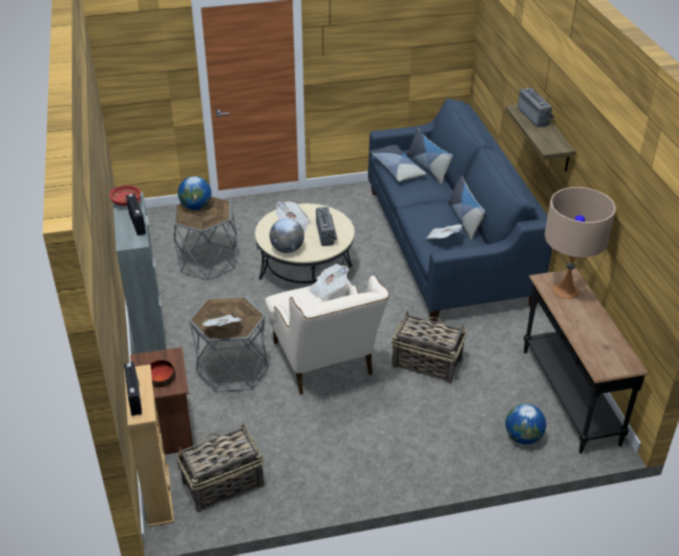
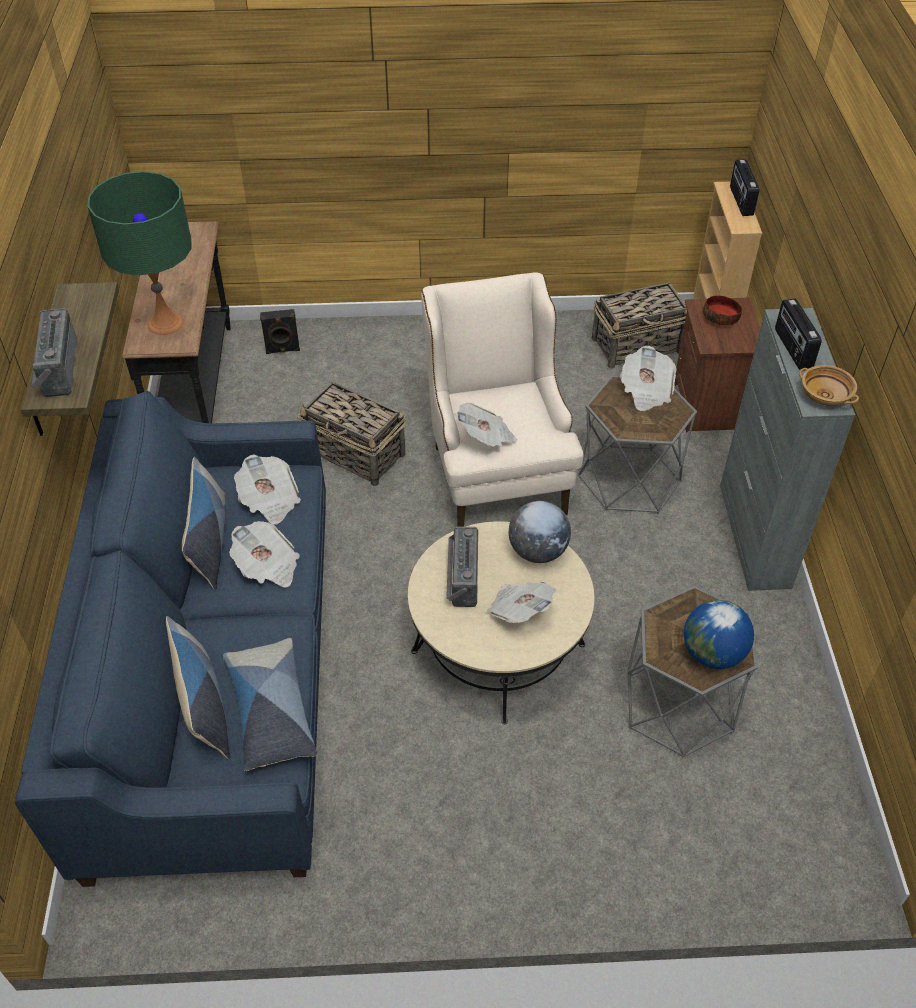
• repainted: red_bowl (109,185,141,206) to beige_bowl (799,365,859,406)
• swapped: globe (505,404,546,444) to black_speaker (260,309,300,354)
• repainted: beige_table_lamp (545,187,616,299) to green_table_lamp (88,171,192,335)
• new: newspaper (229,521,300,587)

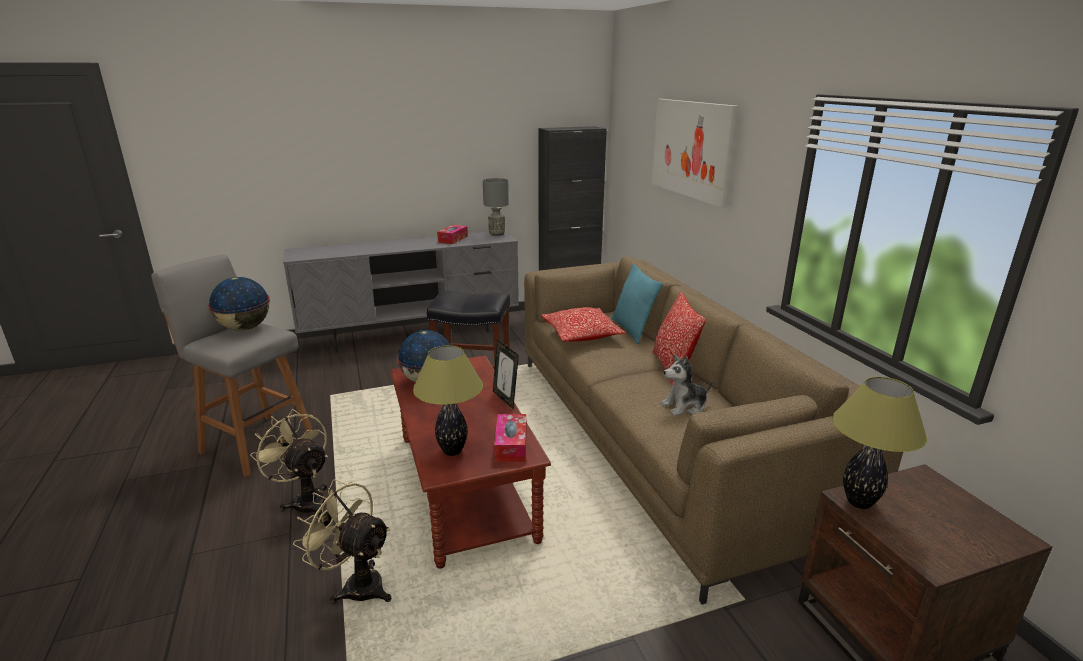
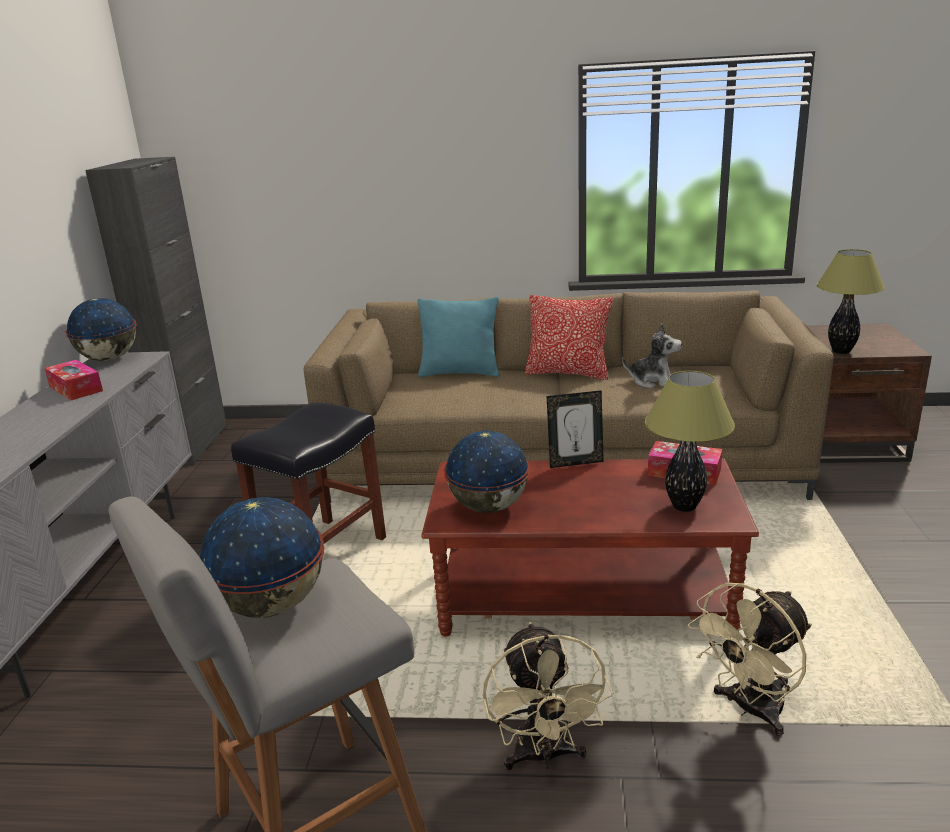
• rotated: beige_fan (250,409,328,515) = (483,622,613,770) 75 degrees counterclockwise
• swapped: grey_table_lamp (483,178,509,236) to globe (66,298,137,361)
• gone: pillow (541,307,626,342)
• gone: picture (651,99,738,208)
• rotated: plush_toy (661,354,713,416) = (622,324,682,388) 75 degrees counterclockwise

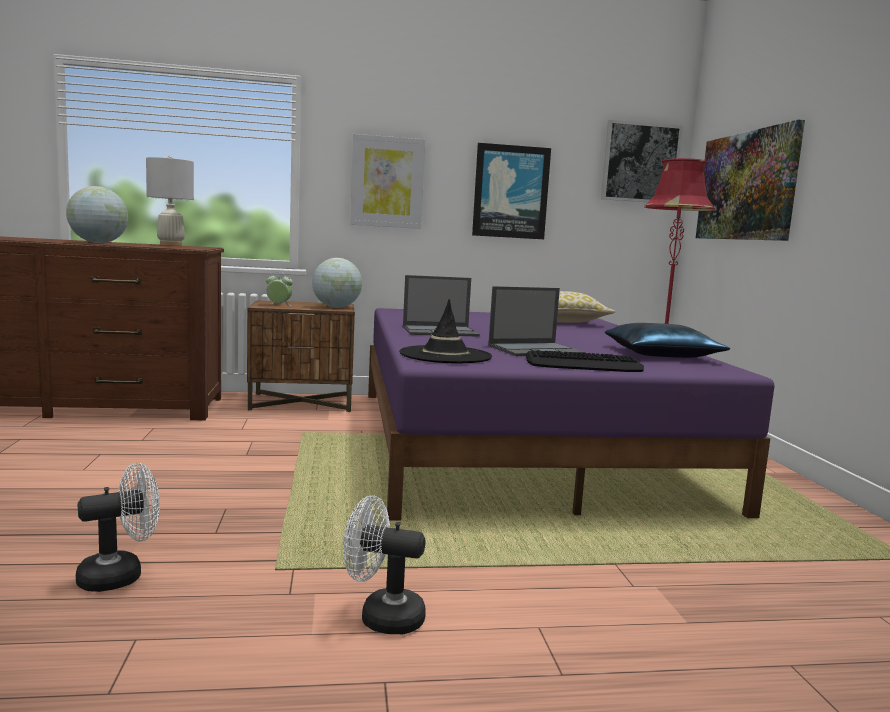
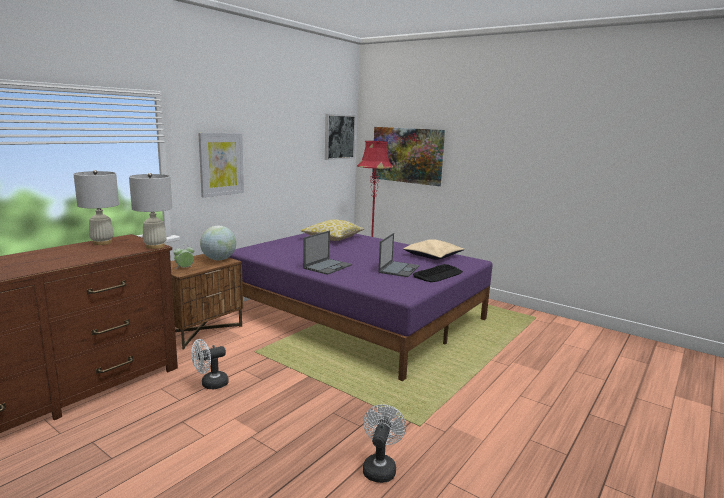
• gone: globe (66,186,128,243)
• shifted: white_fan (343,495,426,634) to (191,339,229,389)
• gone: black_hat (399,299,492,364)
• gone: picture (472,143,551,239)
• repainted: blue_pillow (605,323,730,358) to beige_pillow (403,239,465,260)
• new: white_table_lamp (129,173,172,249)

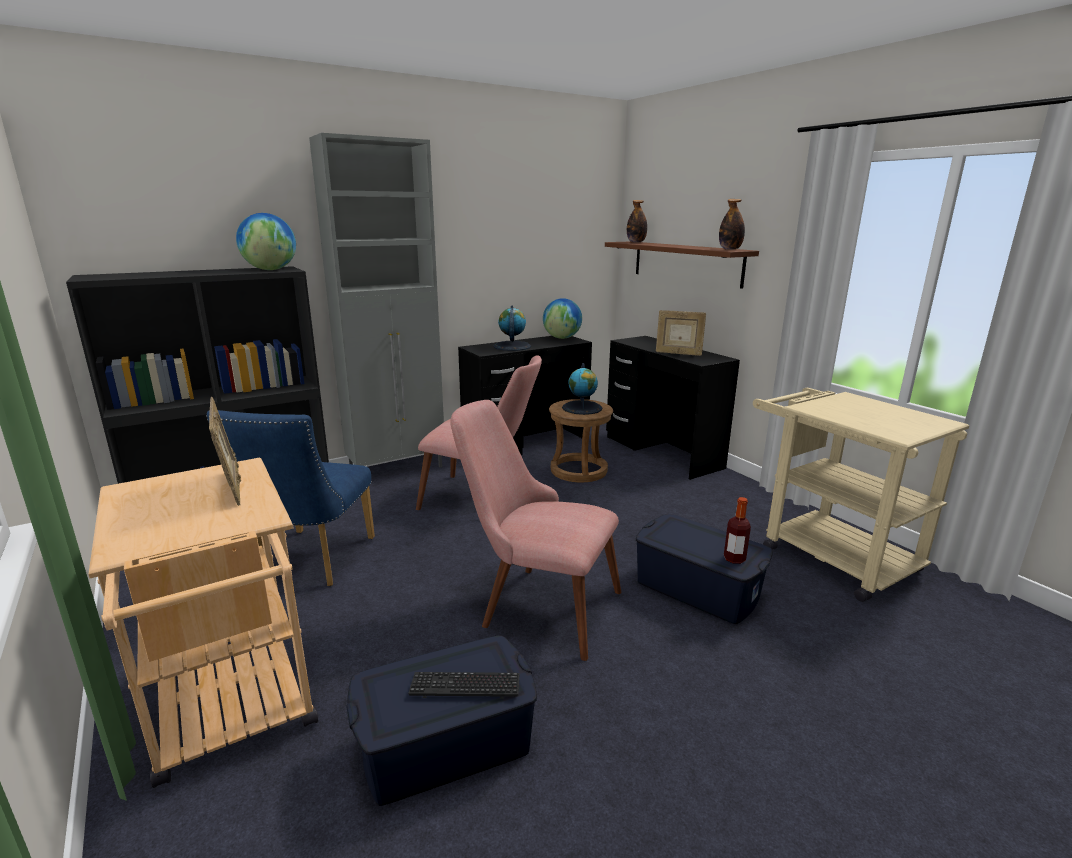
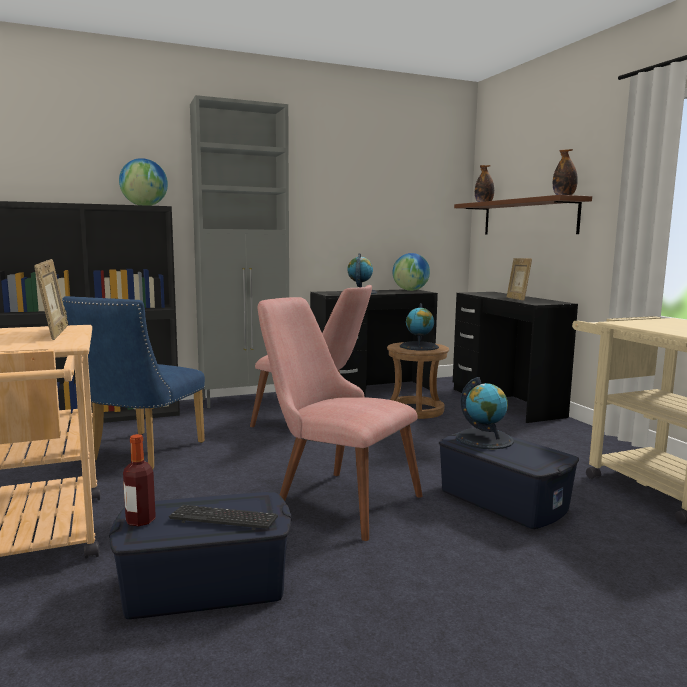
• rotated: picture_frame (656,310,706,356) = (507,258,532,300) 45 degrees clockwise
• shifted: bottle (724,497,751,564) to (123,434,156,526)
• new: globe (456,377,514,449)

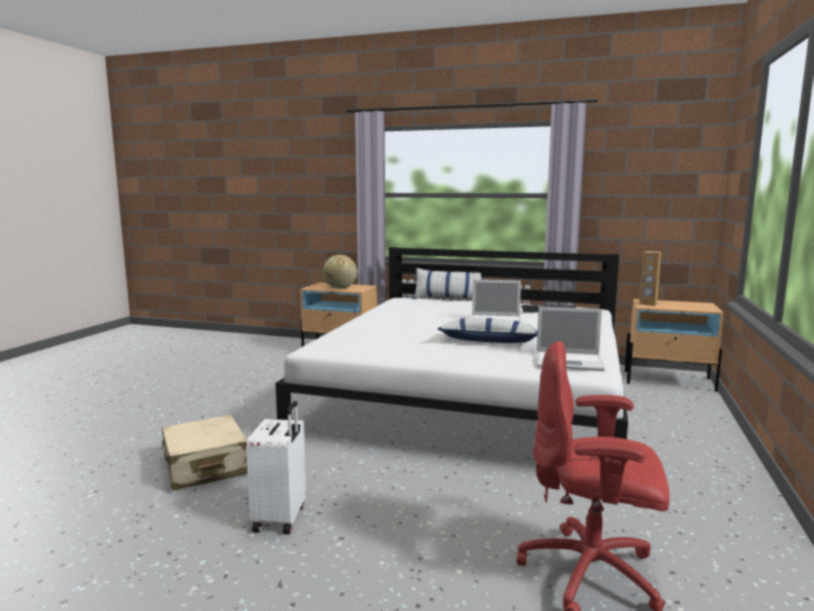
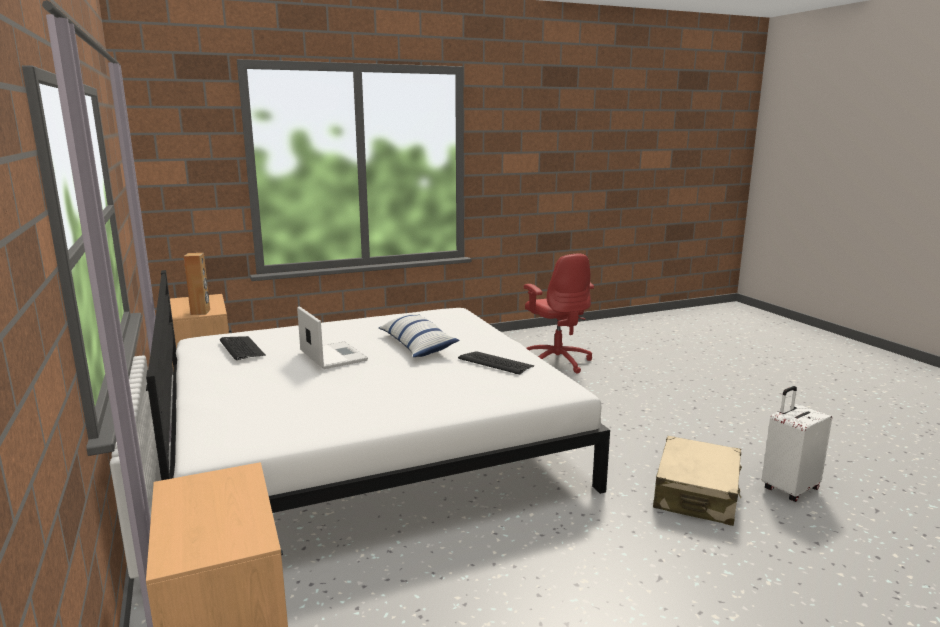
• shifted: white_suitcase (246,401,307,534) to (762,386,832,502)
• gone: globe (323,255,357,289)
• gone: pillow (413,268,483,300)
• gone: laptop (537,307,605,371)
• new: keyboard (458,351,534,374)

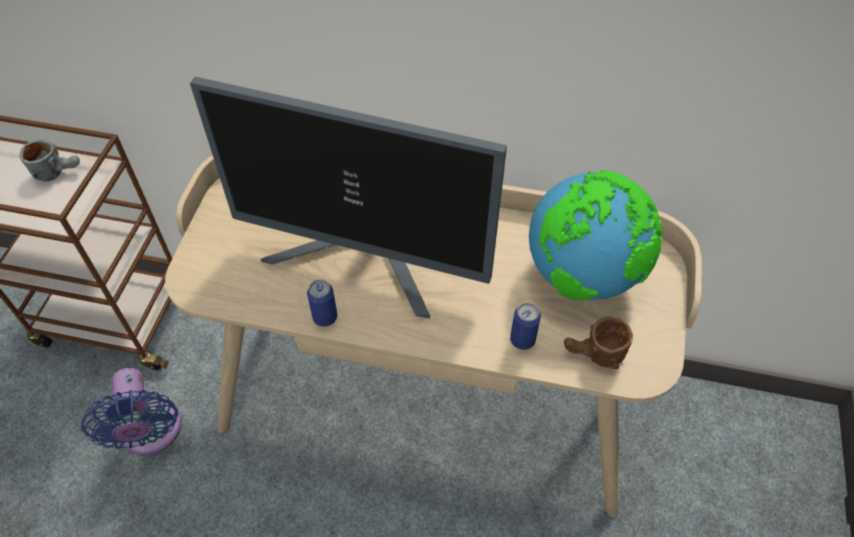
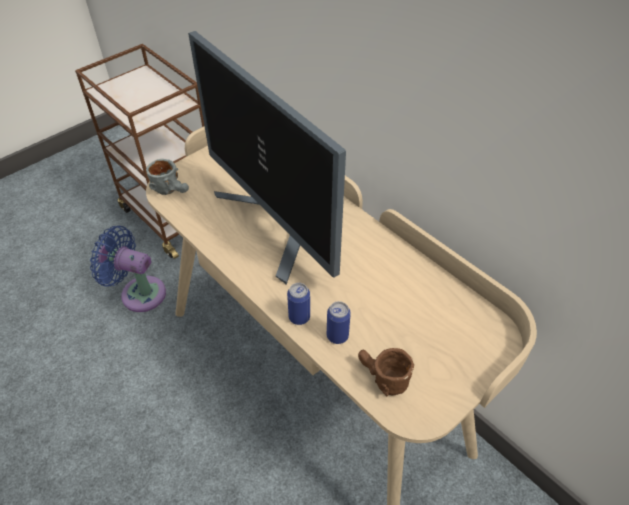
• shifted: grey_mug (19,139,80,181) to (146,159,189,195)
• rotated: blue_fan (81,368,182,456) = (90,226,166,312) 90 degrees clockwise
• shifted: can (307,279,337,326) to (287,283,310,325)
• gone: globe (529,170,662,301)

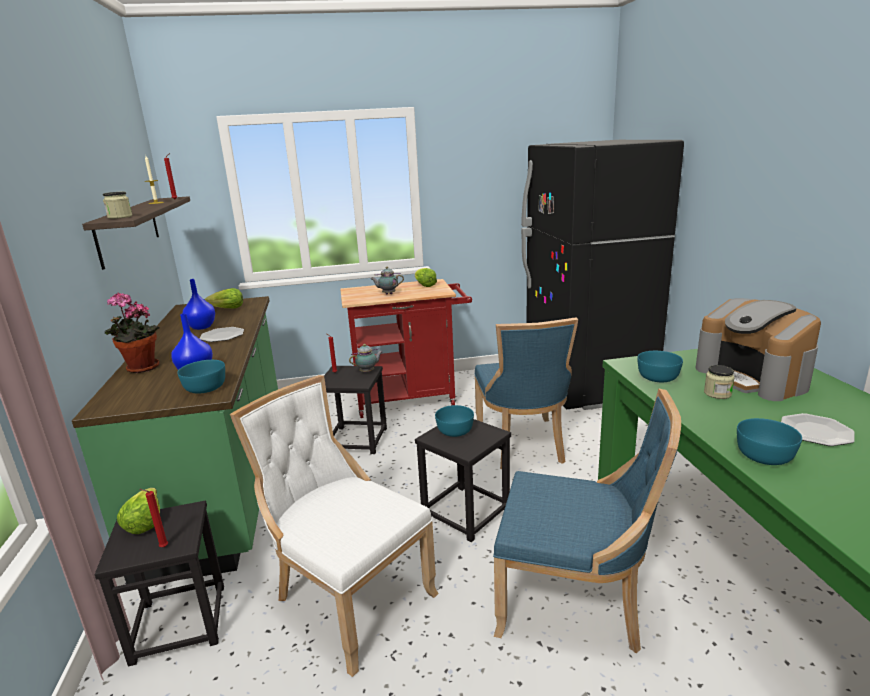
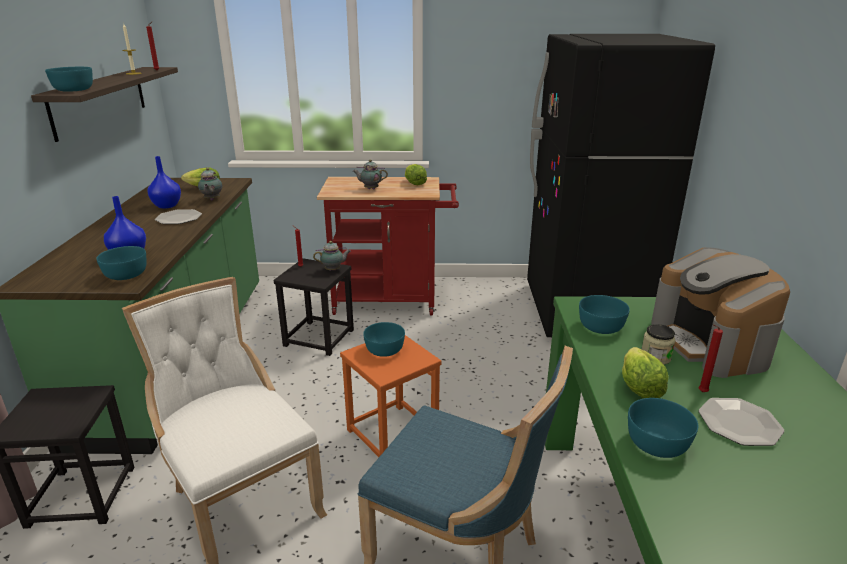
• swapped: jar (103,192,132,219) to turquoise_bowl (45,67,93,92)
• gone: potted_plant (105,292,160,373)
• shifted: lettuce (117,488,160,534) to (622,347,669,398)
• shifted: red_candle (139,489,168,547) to (699,324,723,392)
• repainted: black_stool (415,419,511,542) to orange_stool (340,335,442,457)
• gone: blue_chair (474,317,578,469)
• new: teapot (198,168,222,200)

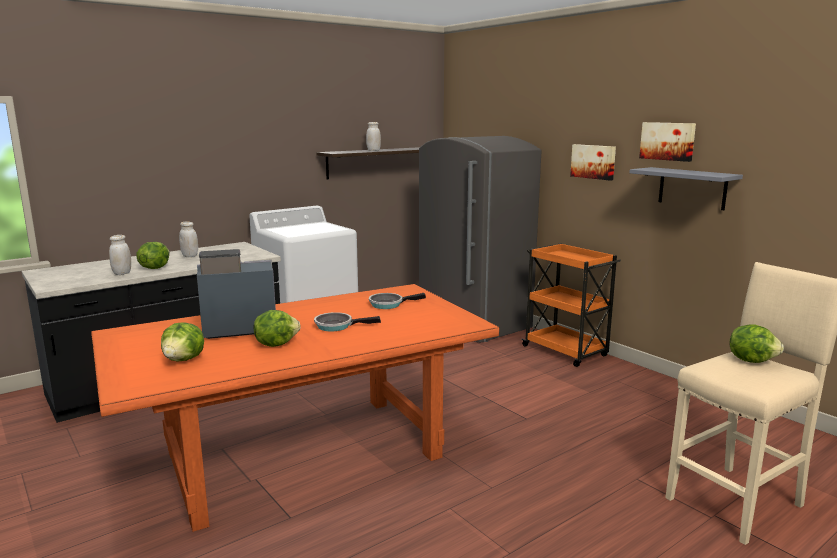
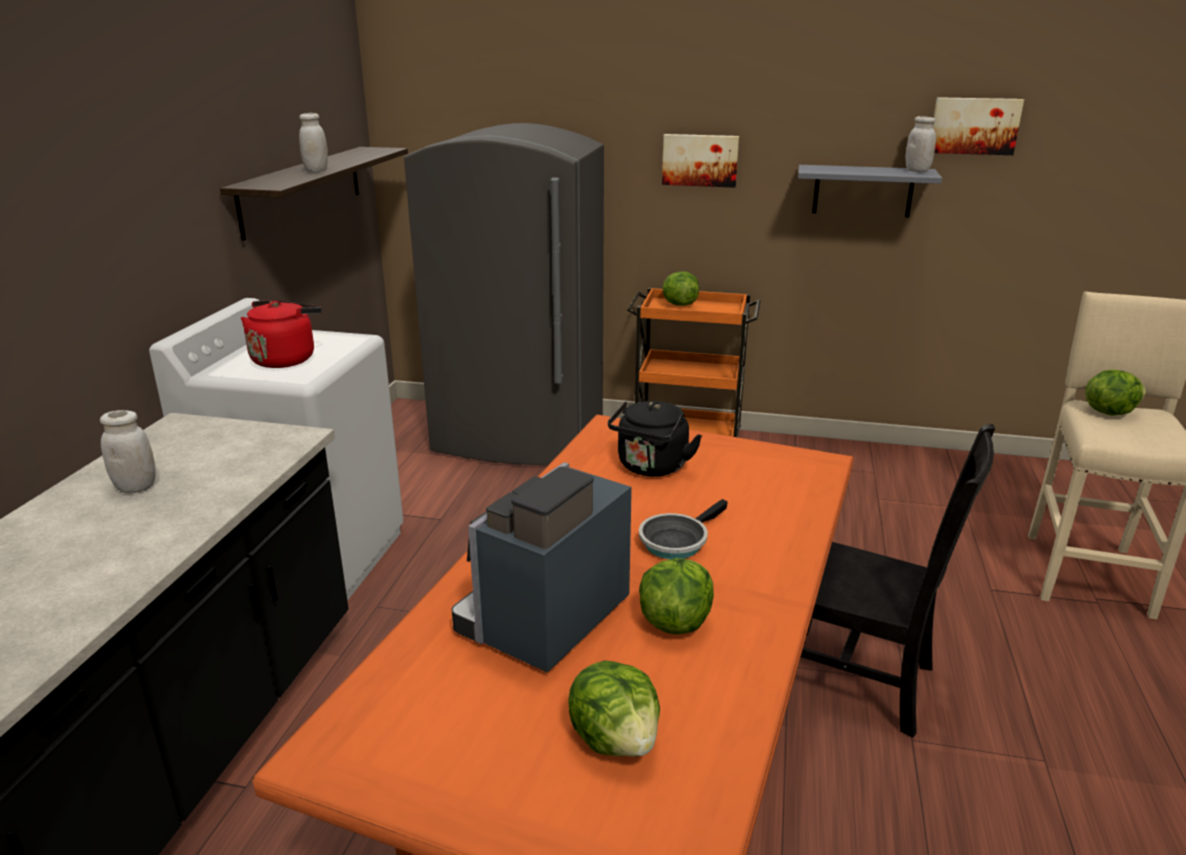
• shifted: white_jar (109,235,131,275) to (906,116,936,172)
• shifted: lettuce (136,242,170,269) to (662,271,699,306)
• swapped: frying_pan (369,293,426,309) to black_kettle (608,401,702,476)
• shifted: picture (639,122,696,162) to (933,97,1024,155)
• new: red_kettle (241,300,322,368)
• new: black_chair (801,424,995,738)

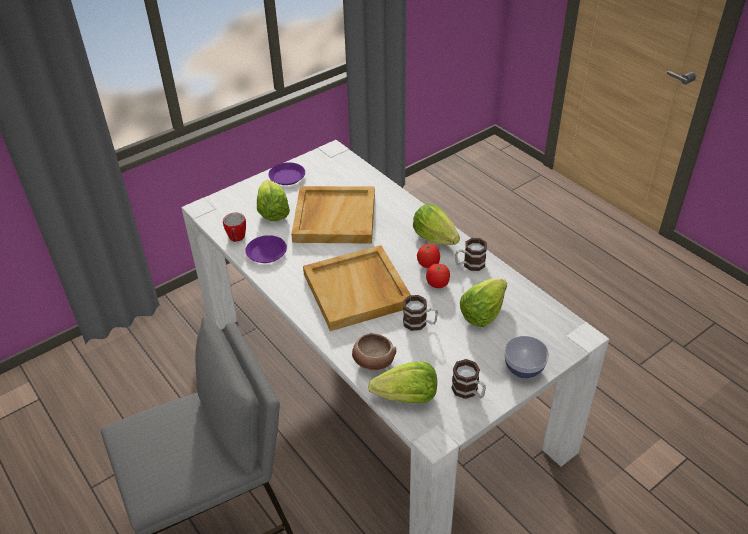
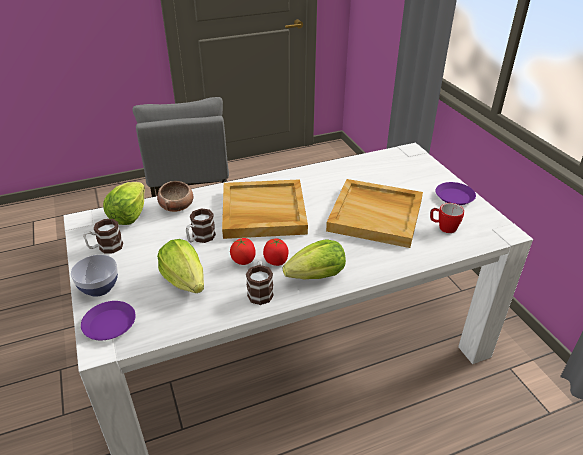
• shifted: mug (223,213,246,242) to (430,203,464,233)
• shifted: purple_plate (245,235,287,263) to (81,301,136,340)
• gone: lettuce (257,180,290,221)

